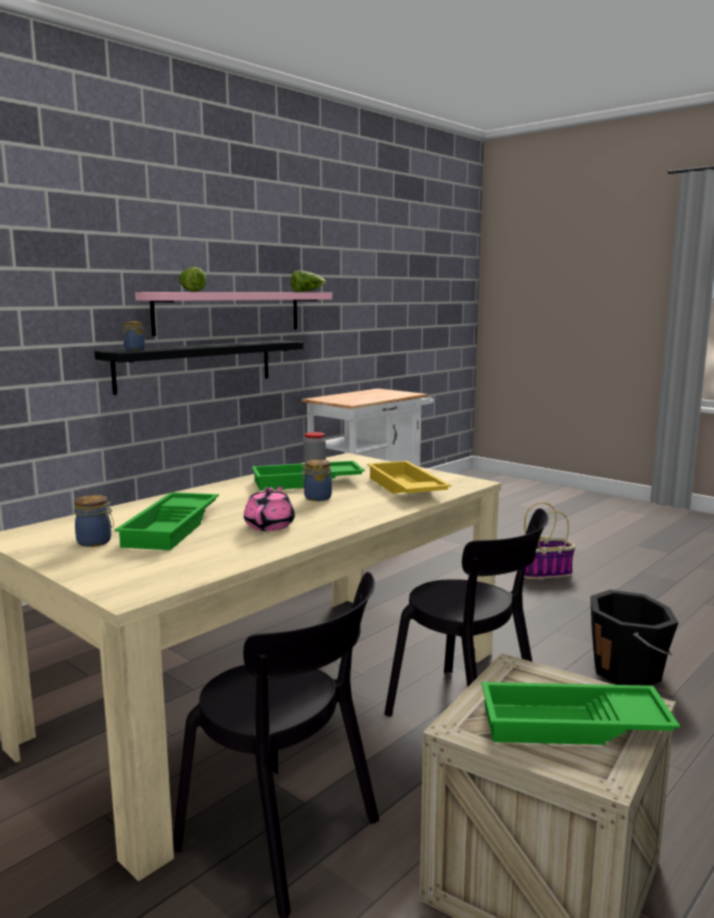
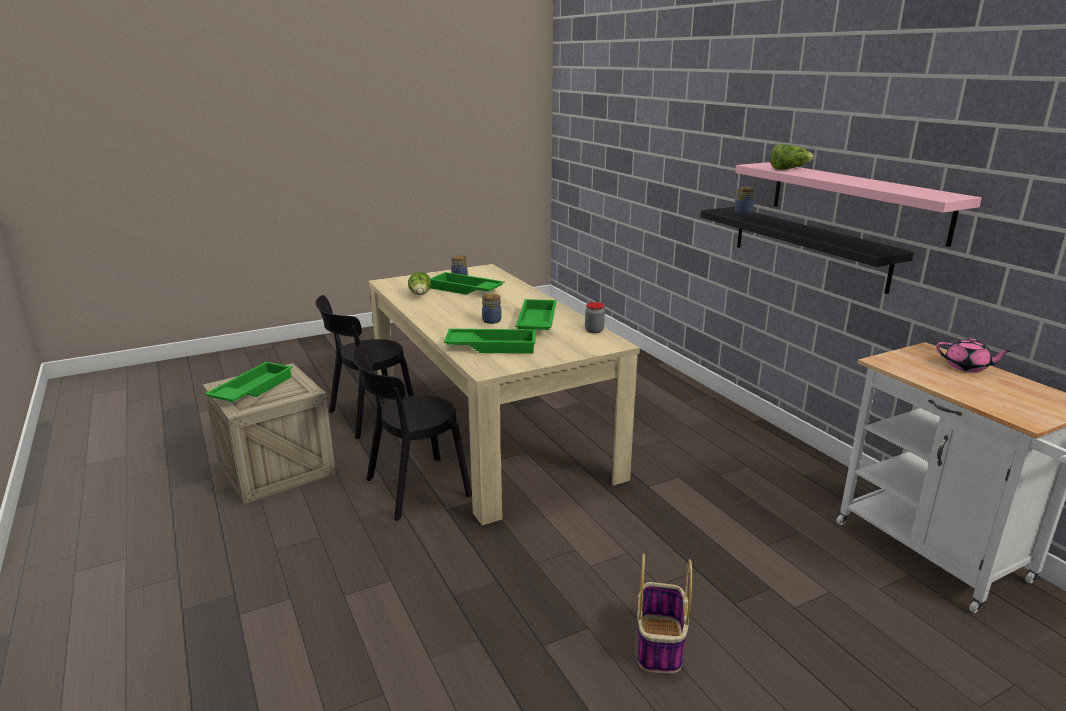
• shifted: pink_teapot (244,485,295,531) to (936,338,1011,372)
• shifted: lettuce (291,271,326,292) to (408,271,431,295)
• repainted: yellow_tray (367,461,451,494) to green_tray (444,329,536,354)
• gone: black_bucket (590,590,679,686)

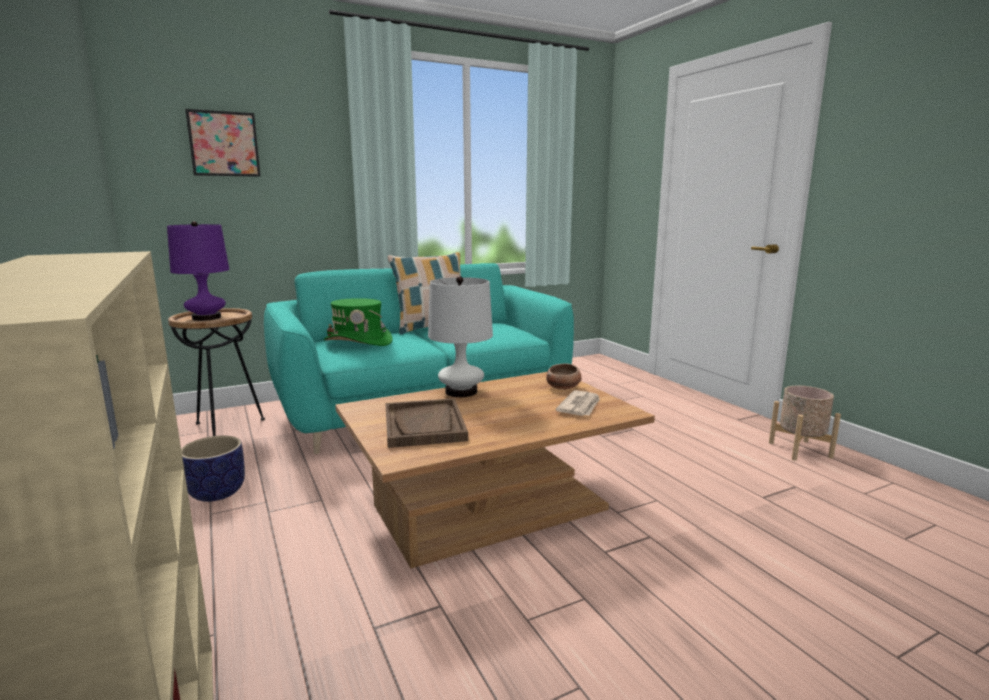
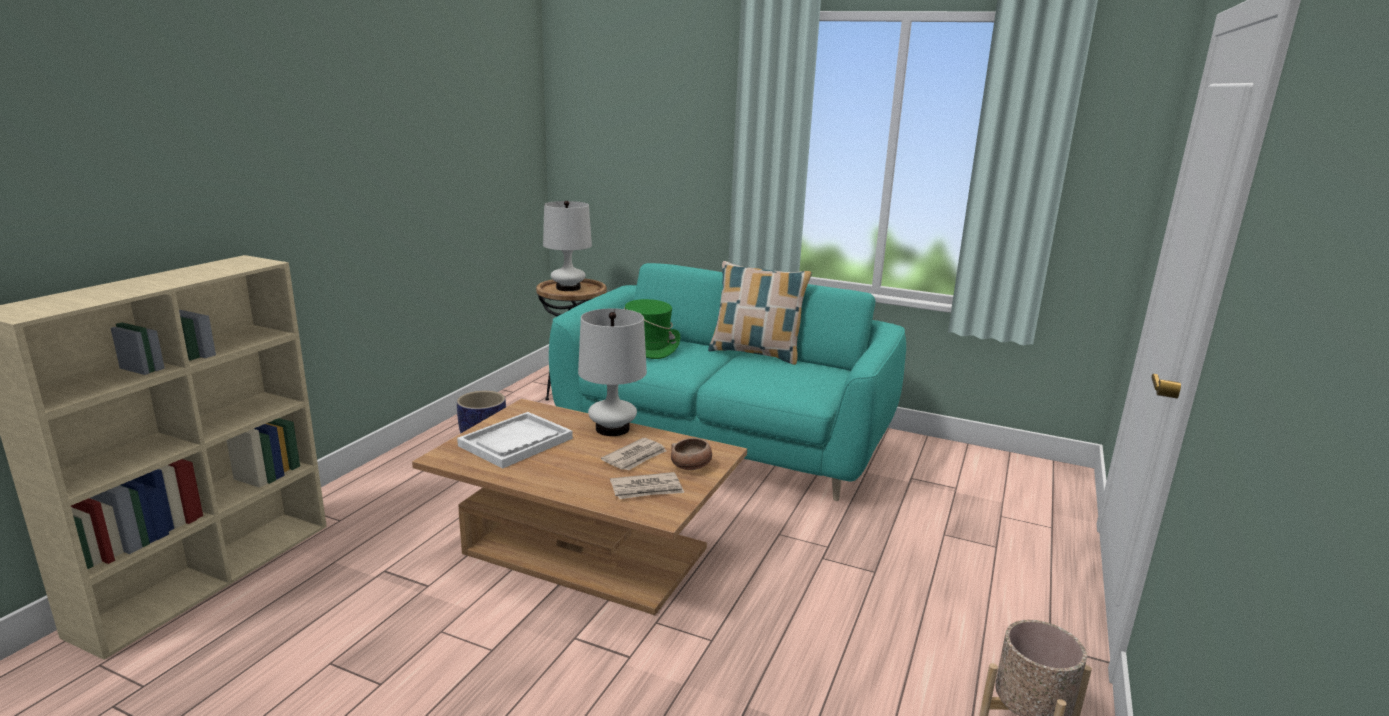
• repainted: purple_table_lamp (167,221,229,321) to white_table_lamp (543,201,592,291)
• gone: picture (185,109,260,177)
• repainted: brown_tray (385,398,468,448) to white_tray (457,412,573,469)
• new: newspaper (601,438,667,471)

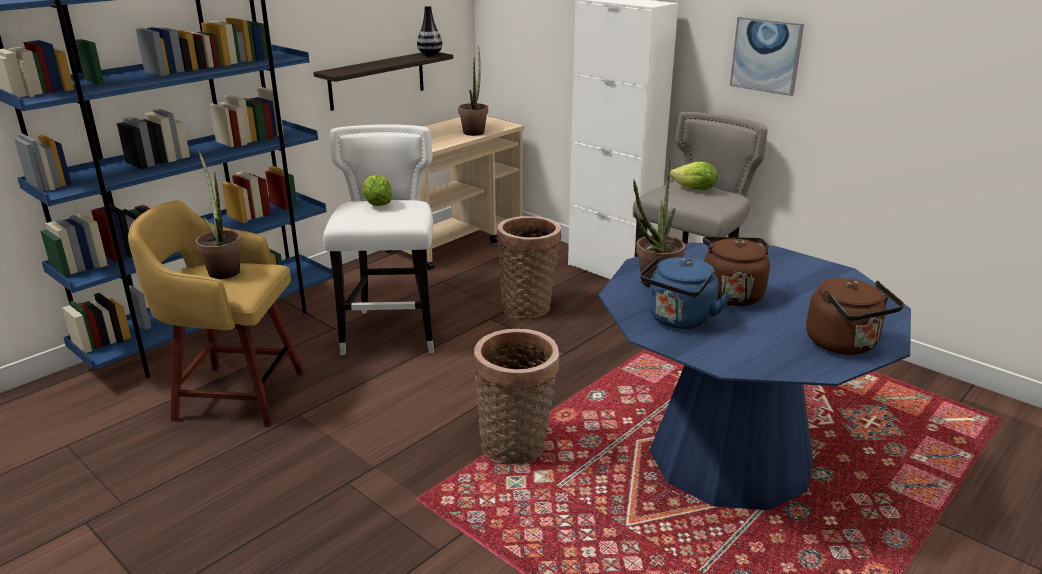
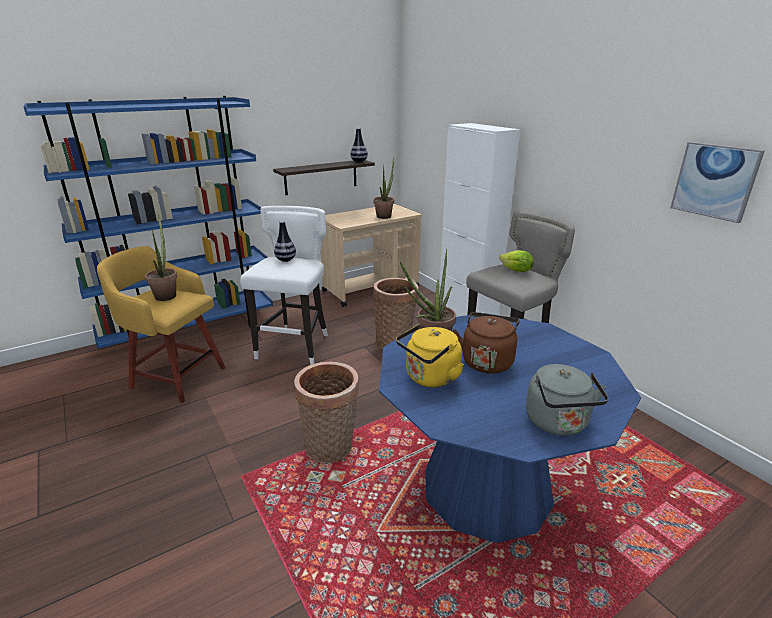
• swapped: lettuce (362,175,393,206) to vase (274,221,296,262)
• repainted: blue_kettle (640,256,730,329) to yellow_kettle (396,325,464,388)
• shifted: picture (730,17,804,96) to (670,142,765,223)
• repainted: brown_kettle (806,278,904,355) to grey_kettle (526,364,609,436)

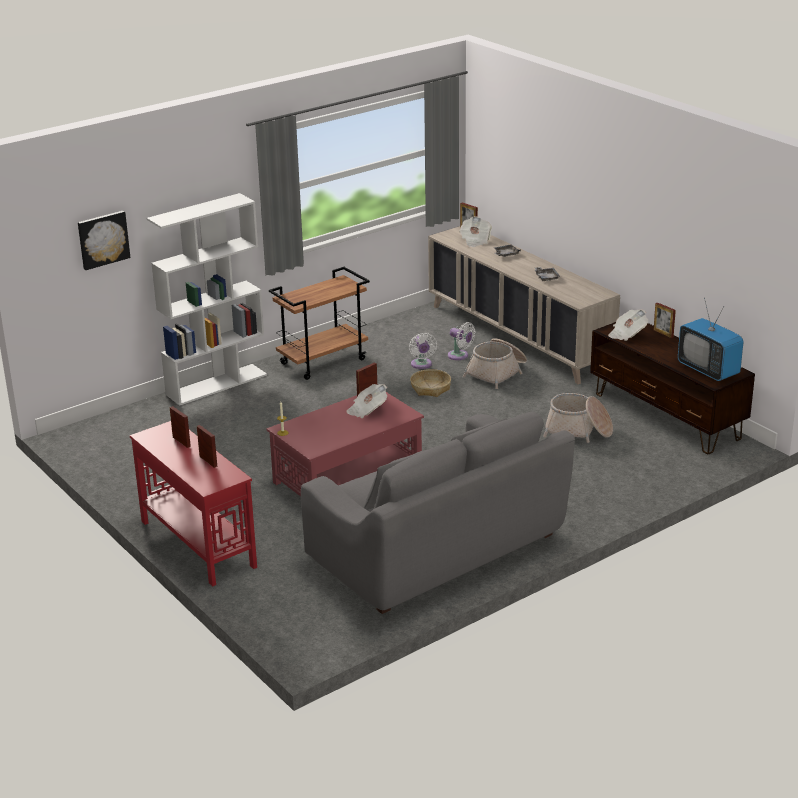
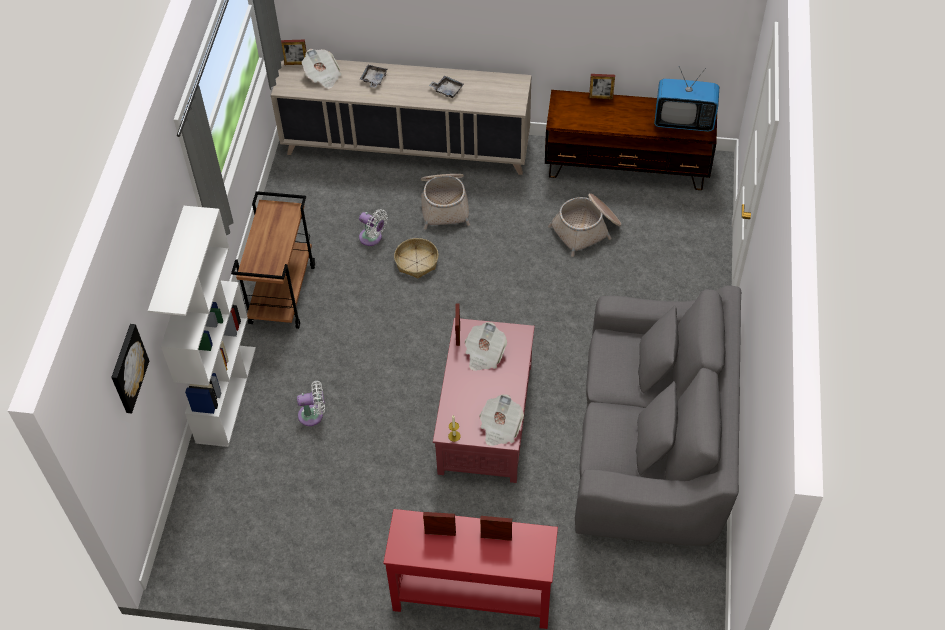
• shifted: white_fan (448,322,475,360) to (297,381,325,426)
• shifted: newspaper (608,309,648,341) to (479,394,524,446)

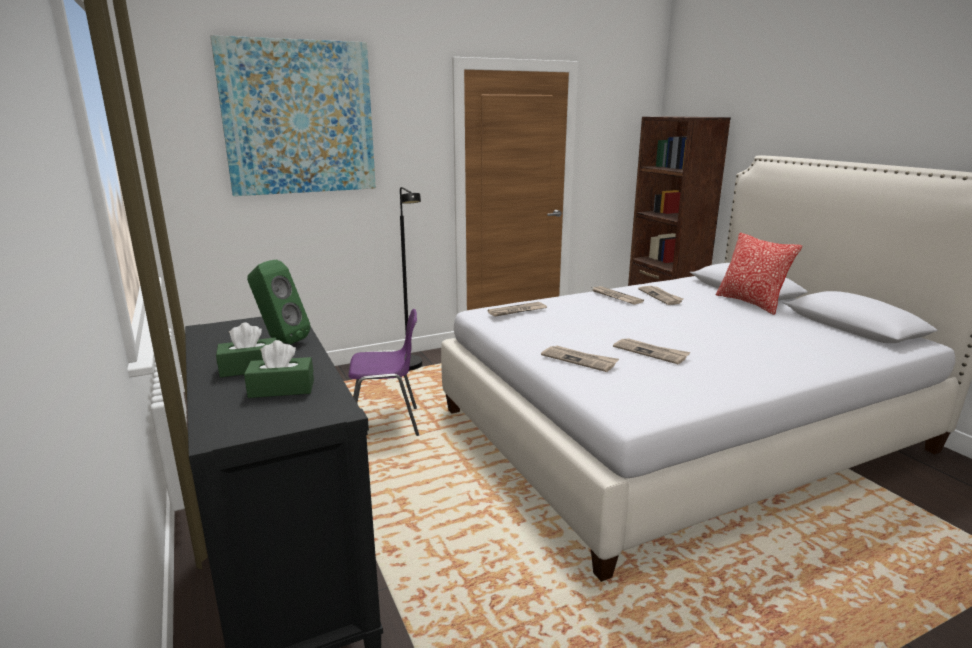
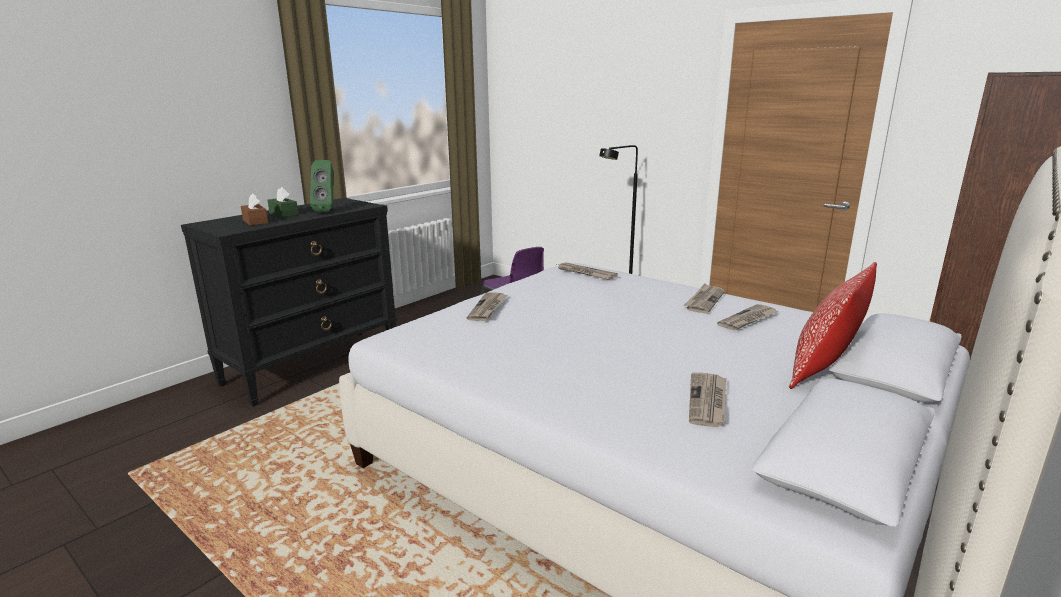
• gone: picture (210,35,376,196)
• repainted: green_tissue_box (244,340,314,398) to brown_tissue_box (241,193,268,226)
• shifted: newspaper (613,338,691,364) to (689,372,726,427)

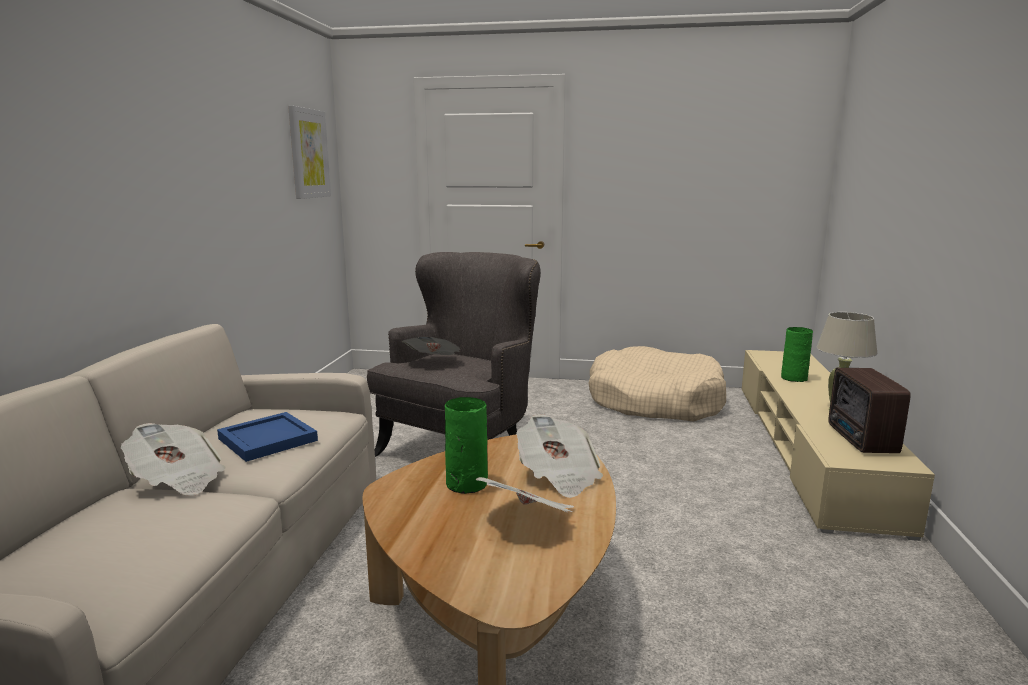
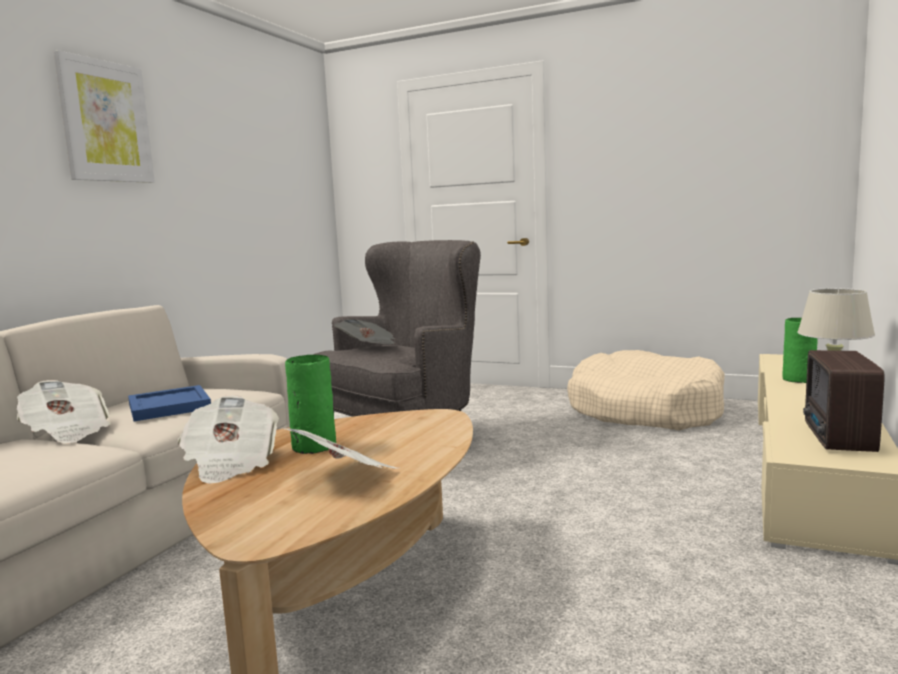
• shifted: picture (288,105,331,199) to (54,50,155,183)
• shifted: newspaper (516,414,603,498) to (178,395,279,484)

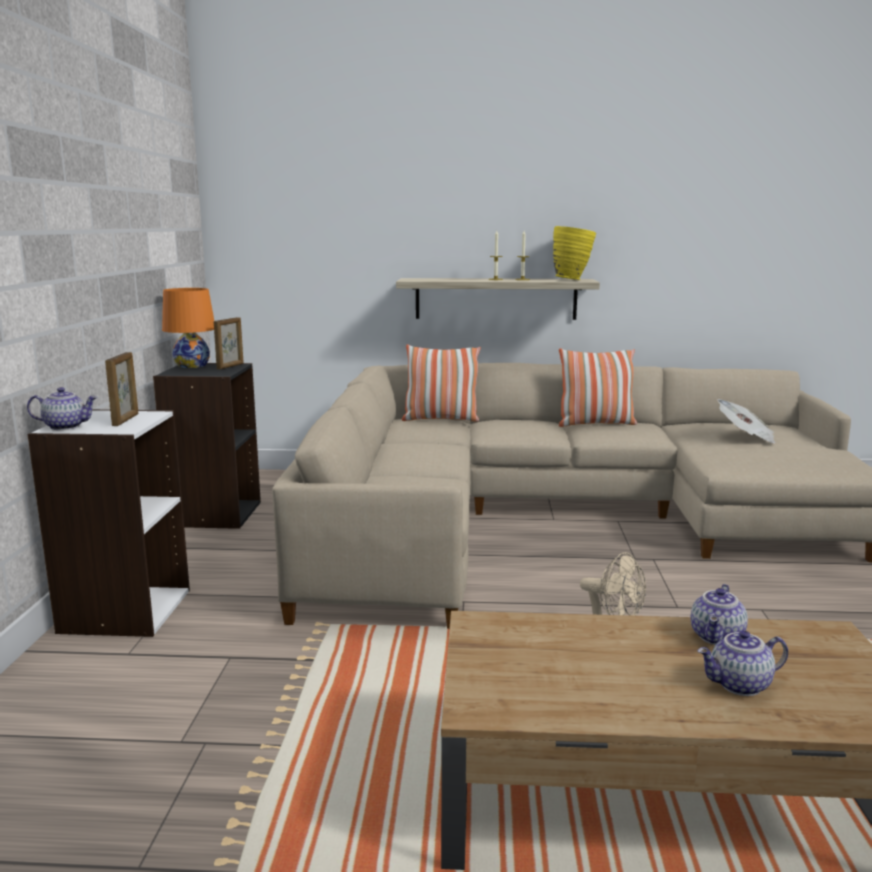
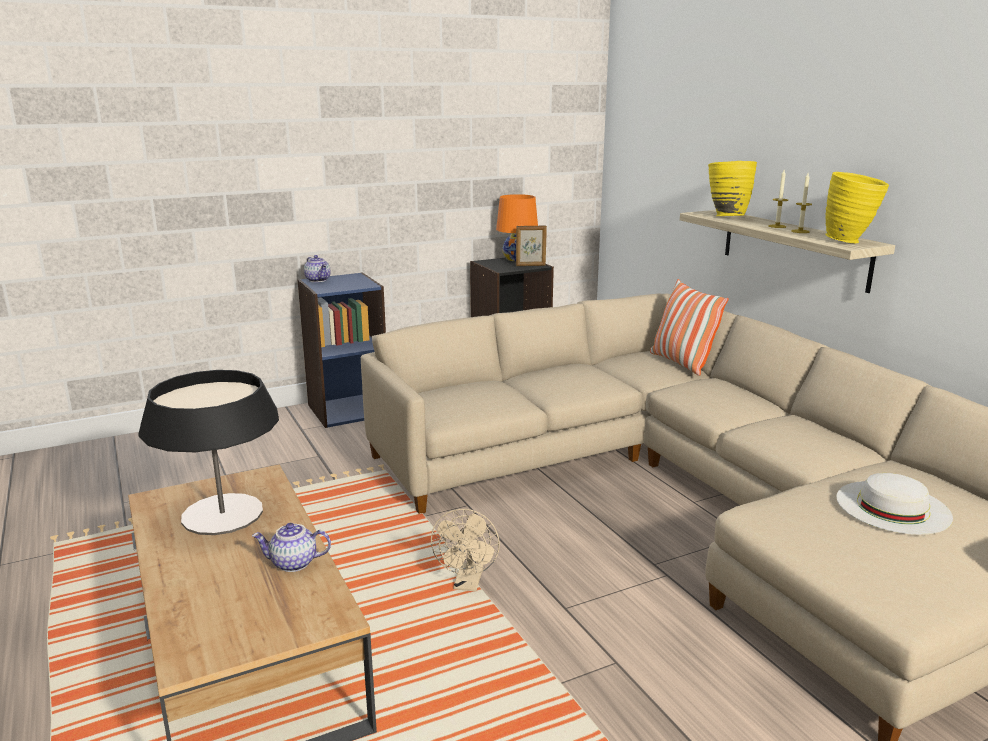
• repainted: white_bookcase (27,409,190,637) to blue_bookcase (297,272,386,428)
• gone: picture_frame (105,352,138,426)
• gone: pillow (559,348,637,427)
• gone: teapot (698,630,788,696)
• swapped: newspaper (717,399,775,444) to white_hat (836,473,953,535)
• new: table_lamp (138,370,279,535)
• new: yellow_vase (708,161,757,216)

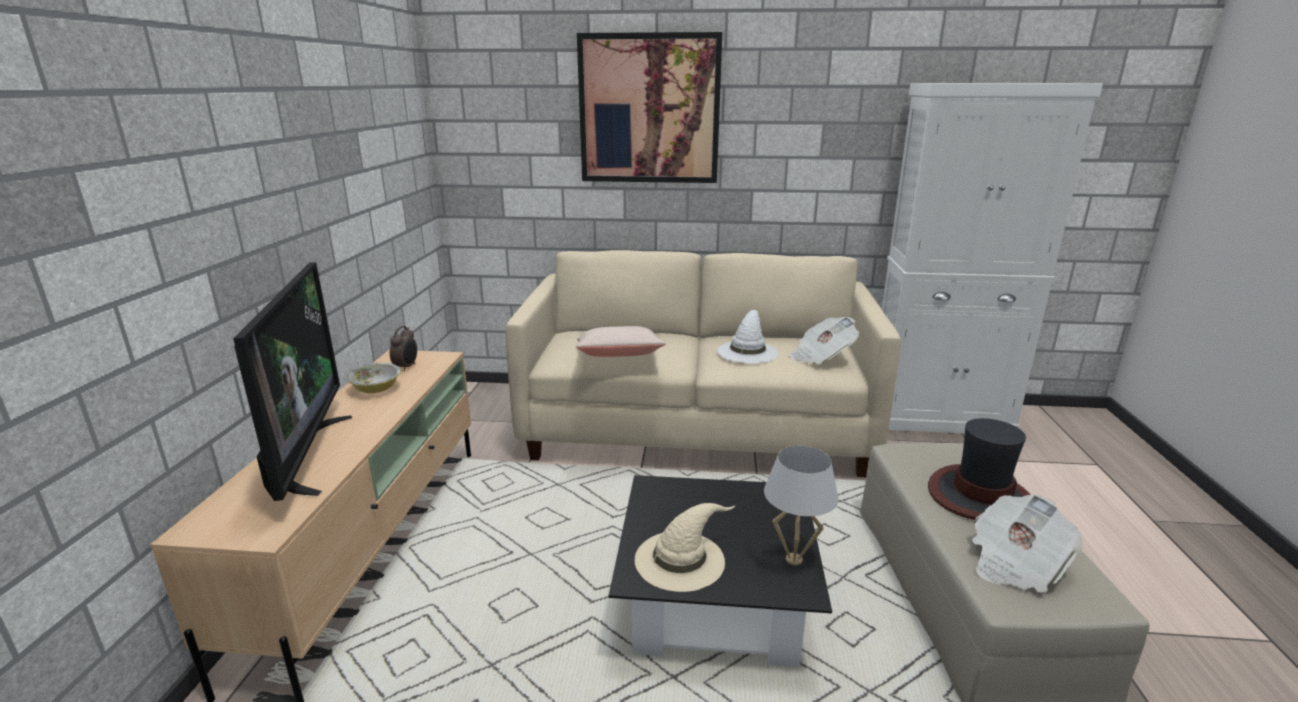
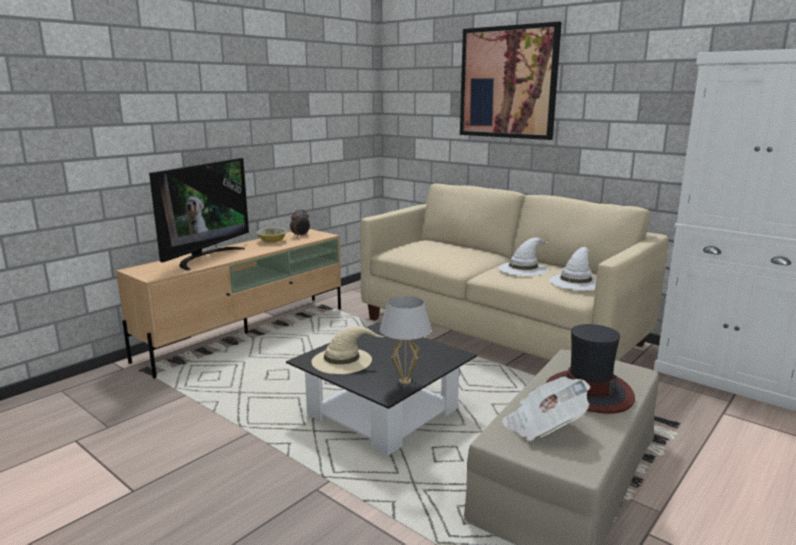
• gone: beige_pillow (576,326,666,357)
• swapped: newspaper (789,317,859,365) to white_hat (549,247,596,290)

